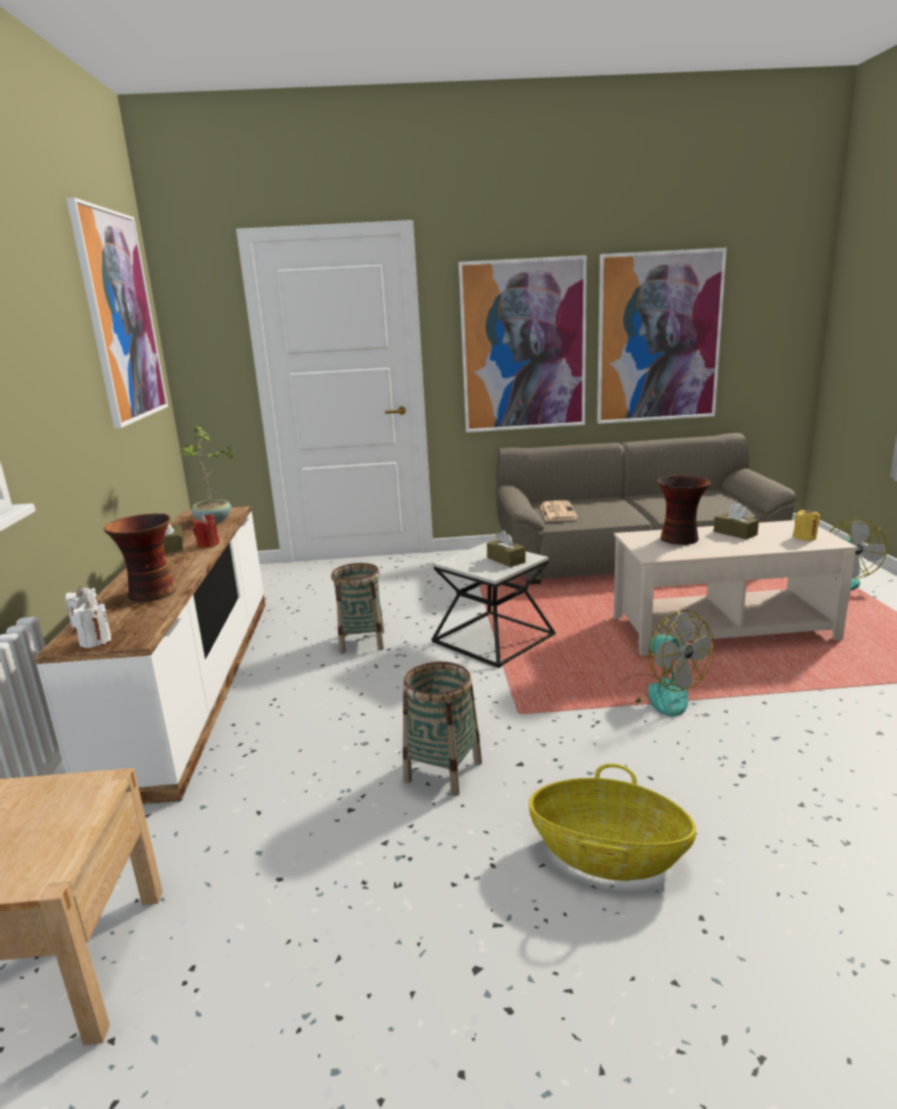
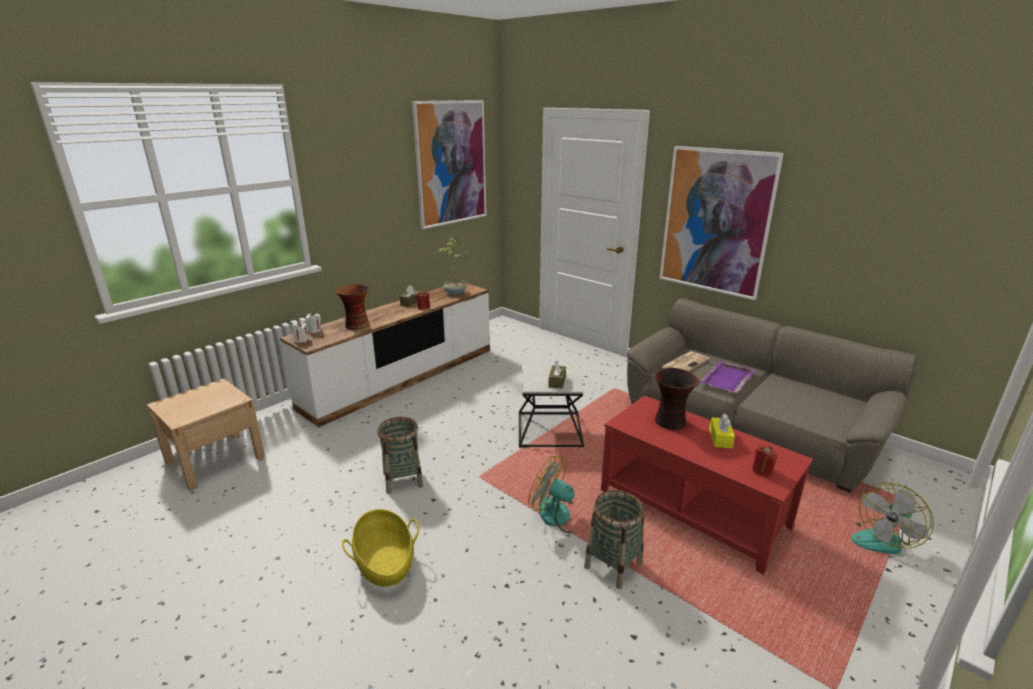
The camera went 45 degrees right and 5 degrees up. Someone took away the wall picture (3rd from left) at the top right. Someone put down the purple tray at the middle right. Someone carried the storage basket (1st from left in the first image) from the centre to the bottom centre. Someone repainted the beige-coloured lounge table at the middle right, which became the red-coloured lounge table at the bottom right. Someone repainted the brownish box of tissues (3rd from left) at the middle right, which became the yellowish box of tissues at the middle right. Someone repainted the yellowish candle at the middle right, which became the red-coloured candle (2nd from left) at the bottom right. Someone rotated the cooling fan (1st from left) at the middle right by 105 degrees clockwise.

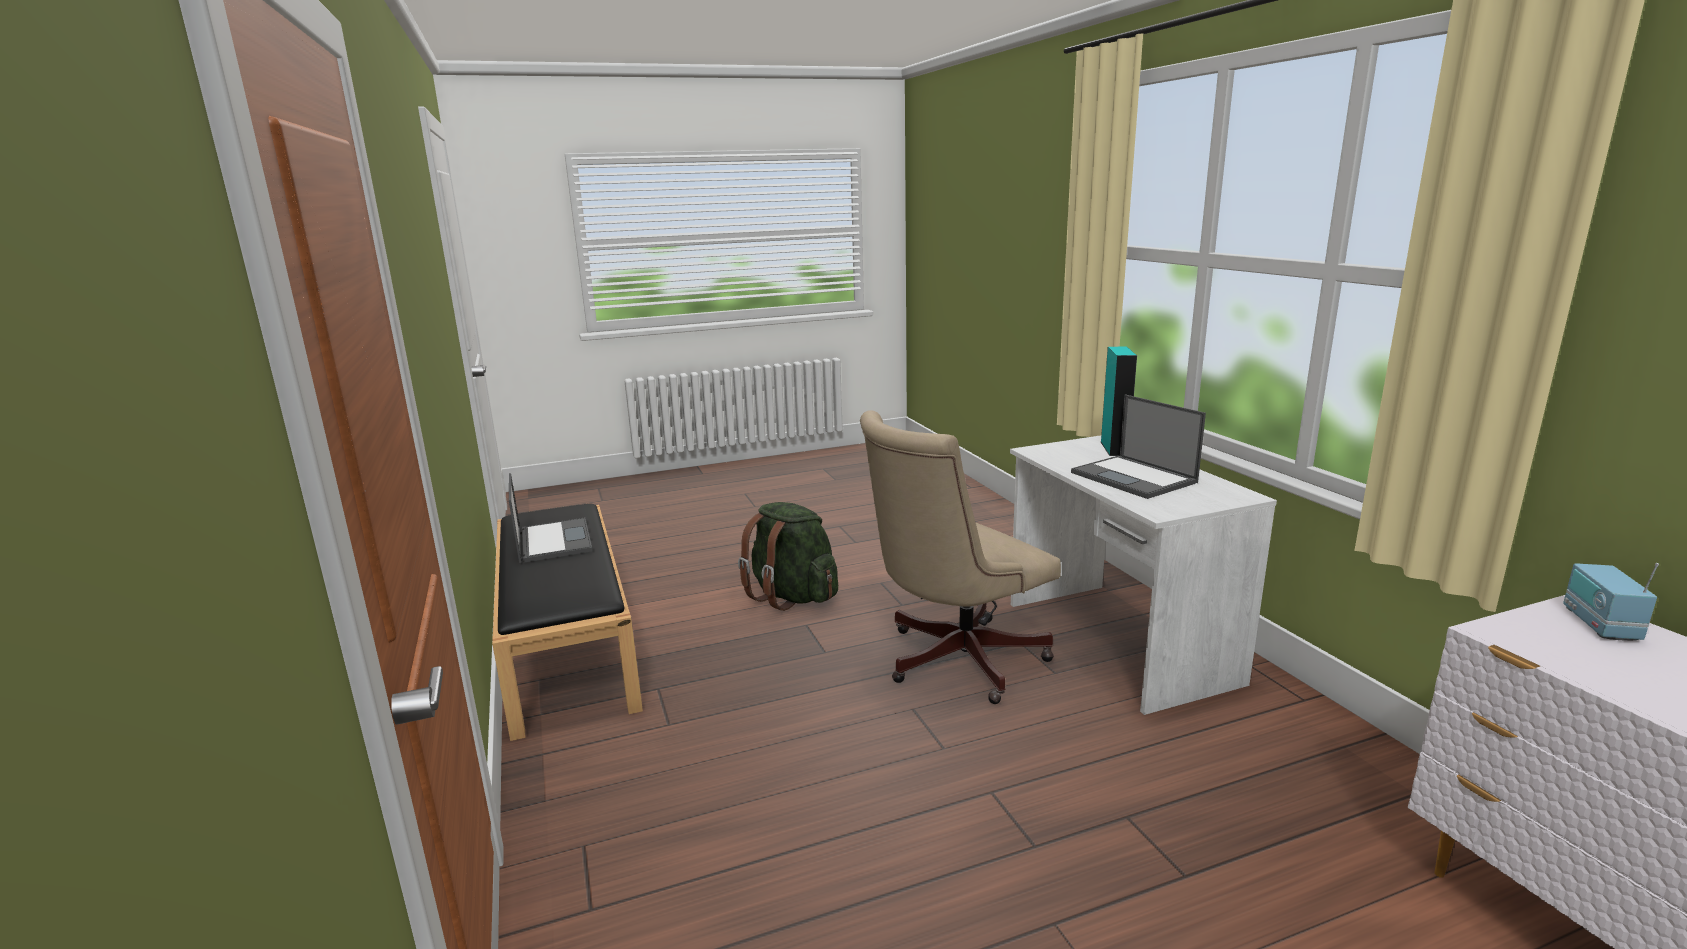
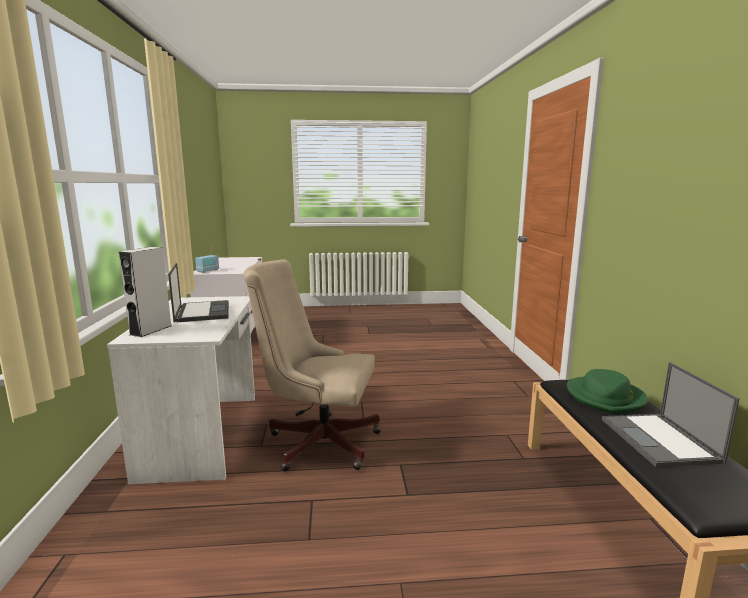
The camera went 165 degrees left and 5 degrees down. Someone took away the green rucksack at the centre. Someone put down the green hat at the middle right. Someone repainted the blue-green speaker at the centre, which became the gray speaker at the middle left. Someone rotated the beige-coloured office chair at the centre by 150 degrees counterclockwise.

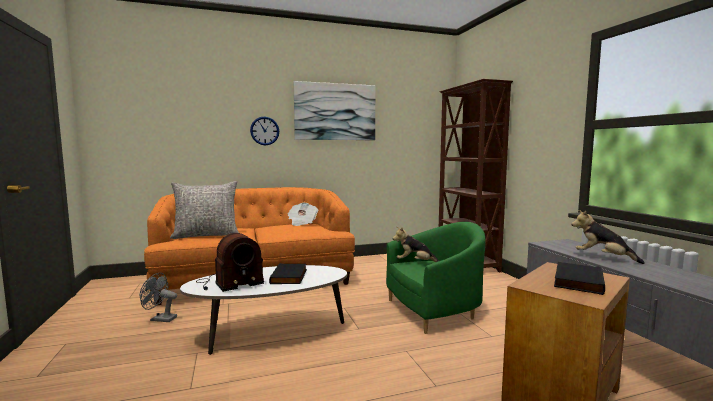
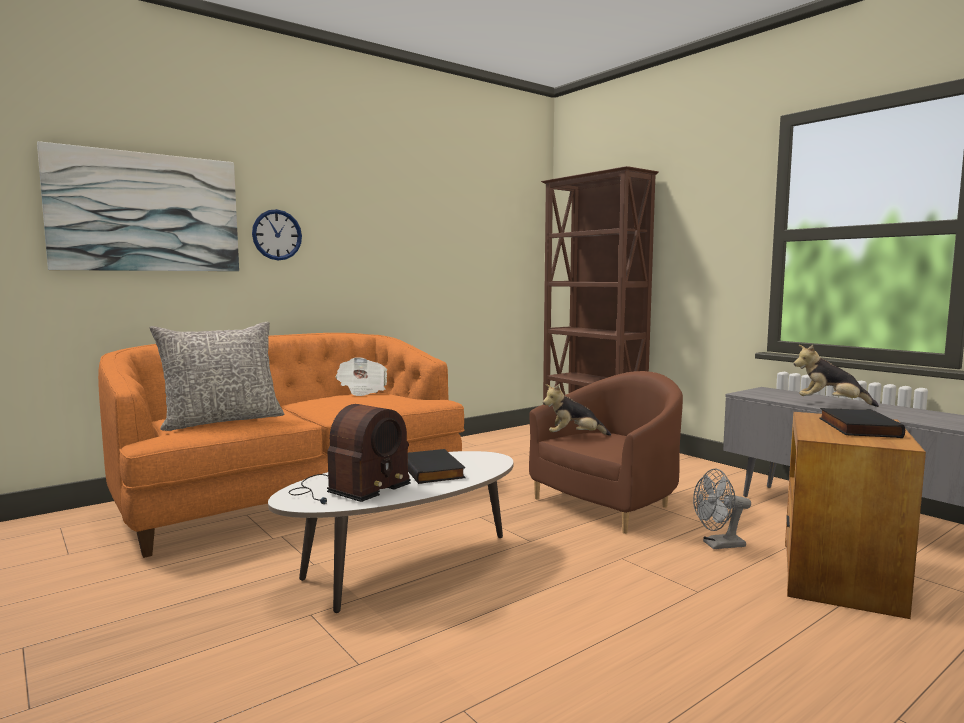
The camera went 20 degrees left and 0 degrees up. Someone carried the gray cooling fan from the bottom left to the bottom right. Someone carried the wall picture from the top centre to the top left. Someone repainted the green armchair at the bottom centre, which became the brownish armchair at the centre.

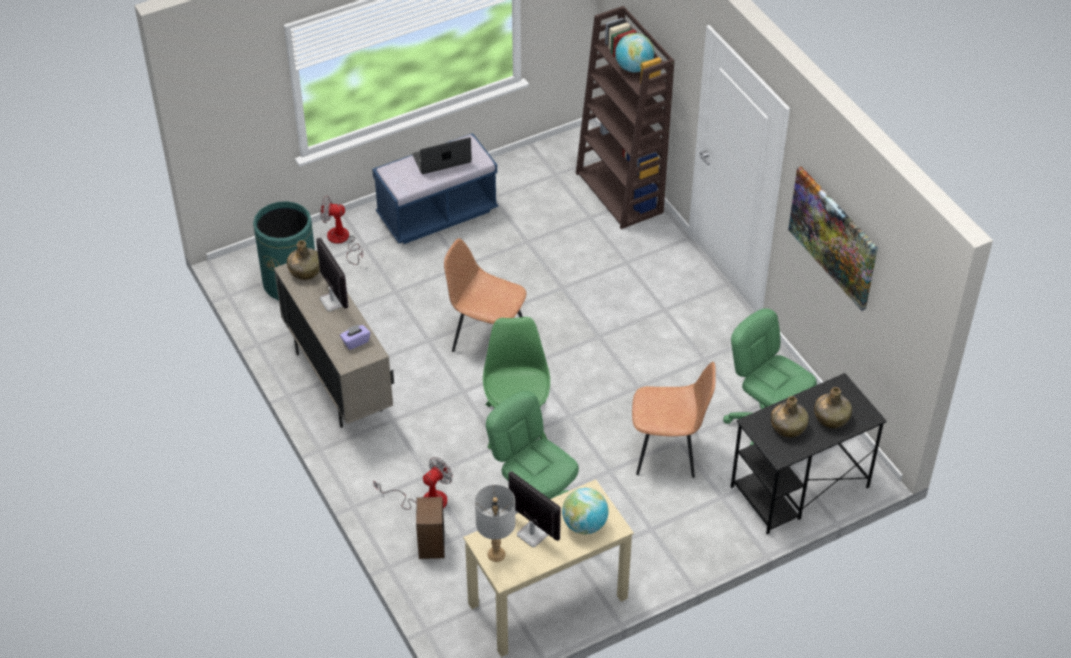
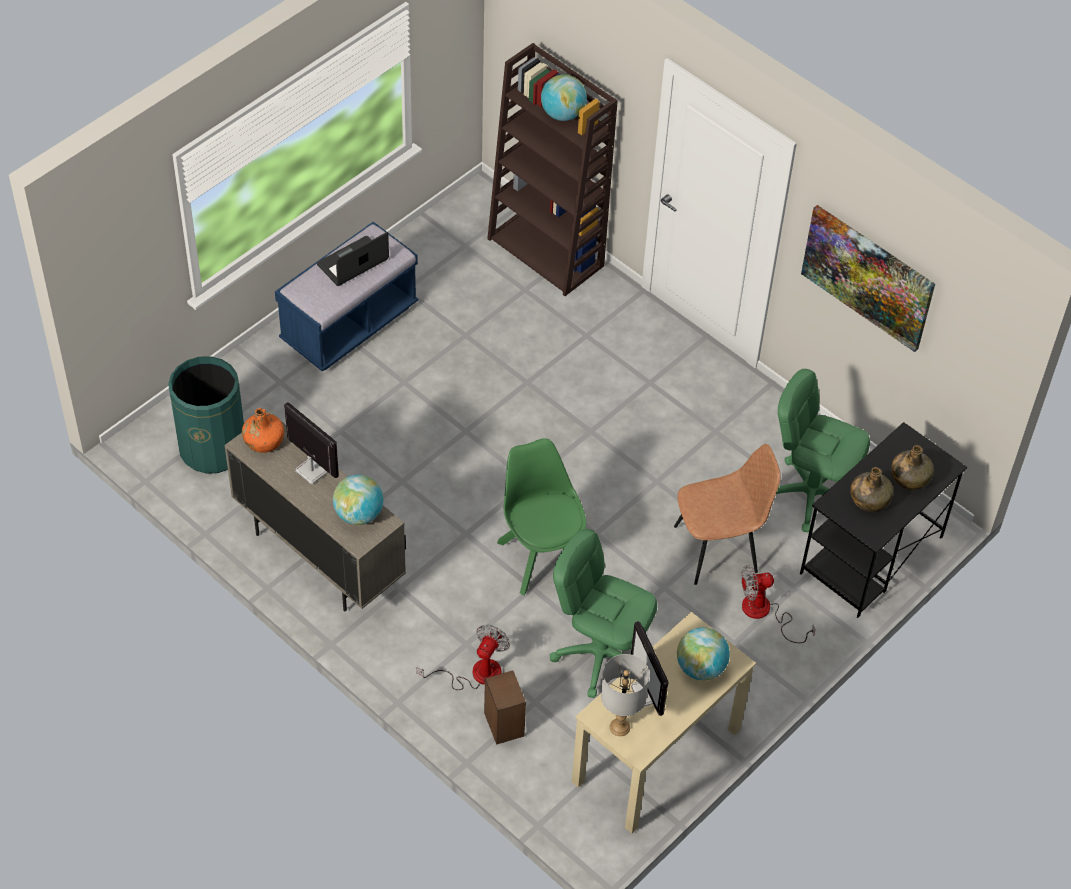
The camera went 20 degrees left and 5 degrees up. Someone took away the brownish plain chair (1st from left) at the centre. Someone carried the cooling fan (1st from left in the first image) from the middle left to the bottom right. Someone swapped the purple box of tissues at the middle left for the world globe (1st from left) at the centre. Someone repainted the green drink bottle (1st from left) at the middle left, which became the orangey drink bottle at the middle left. Someone rotated the monitor (2nd from left) at the bottom centre by 135 degrees counterclockwise.

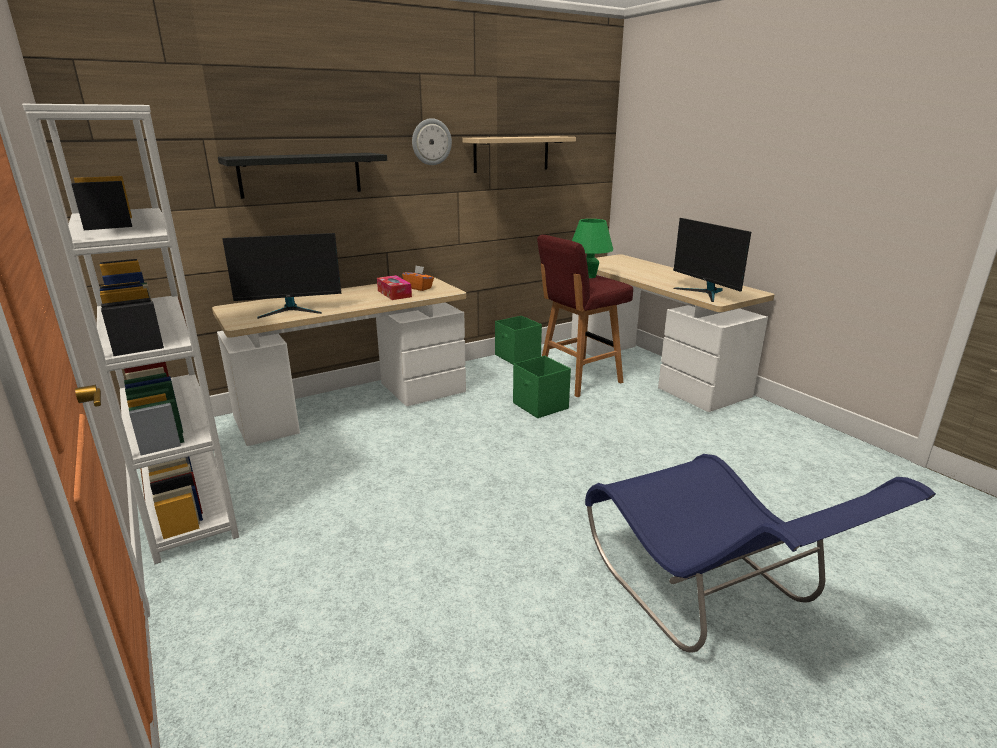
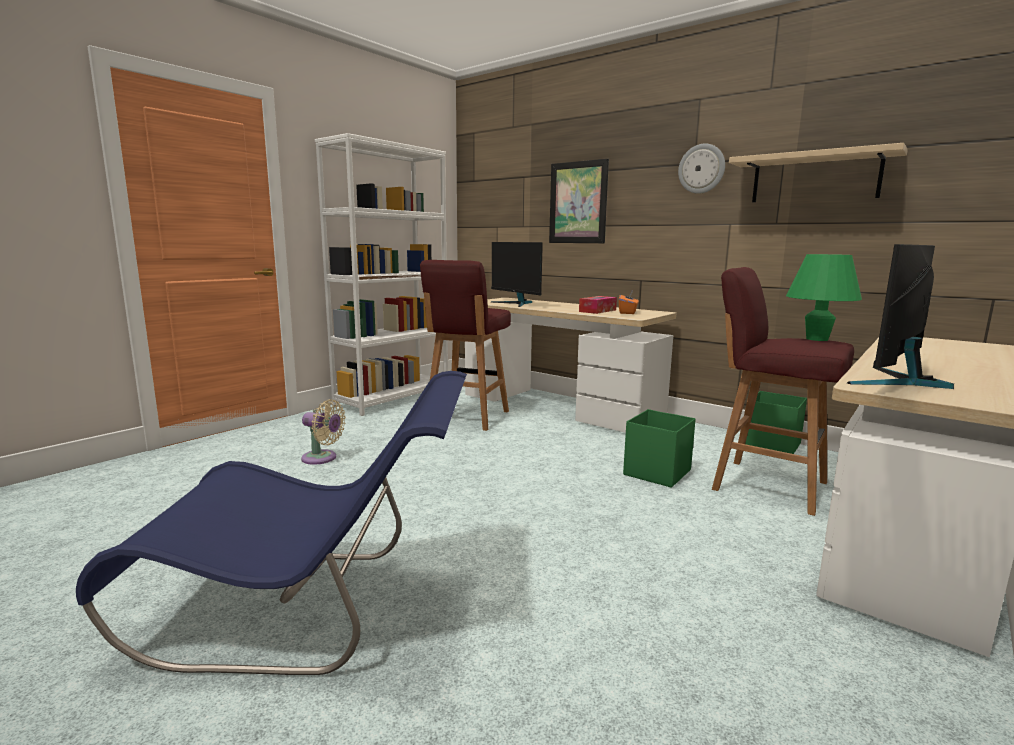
The camera went 70 degrees right and 10 degrees down. Someone put down the beige-coloured cooling fan at the middle left. Someone put down the red-coloured stool seat (1st from left) at the centre. Someone swapped the blackish bracket shelf at the top left for the wall picture at the top centre. Someone rotated the blue-coloured plain chair at the bottom right by 135 degrees counterclockwise.

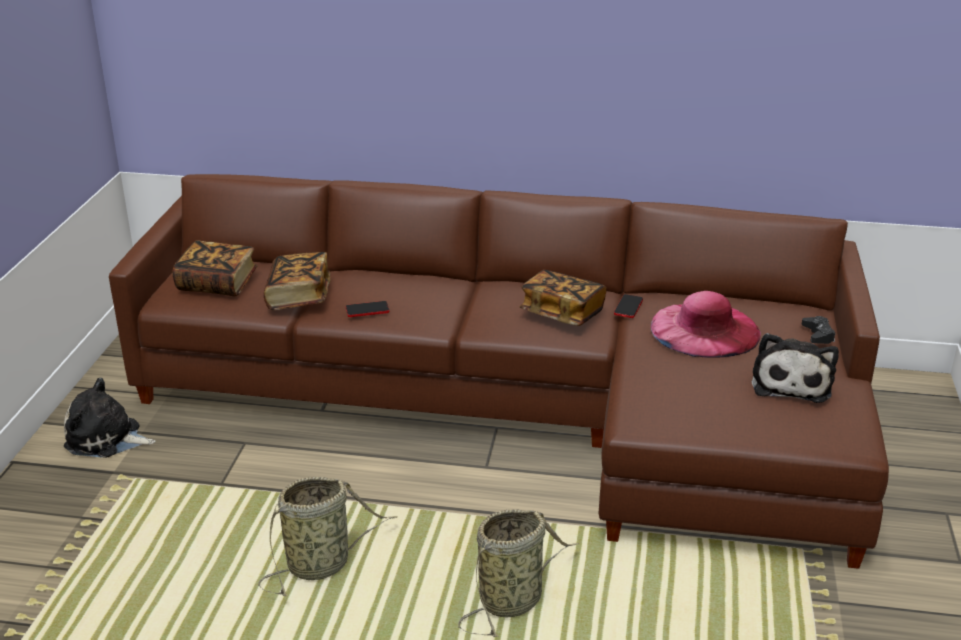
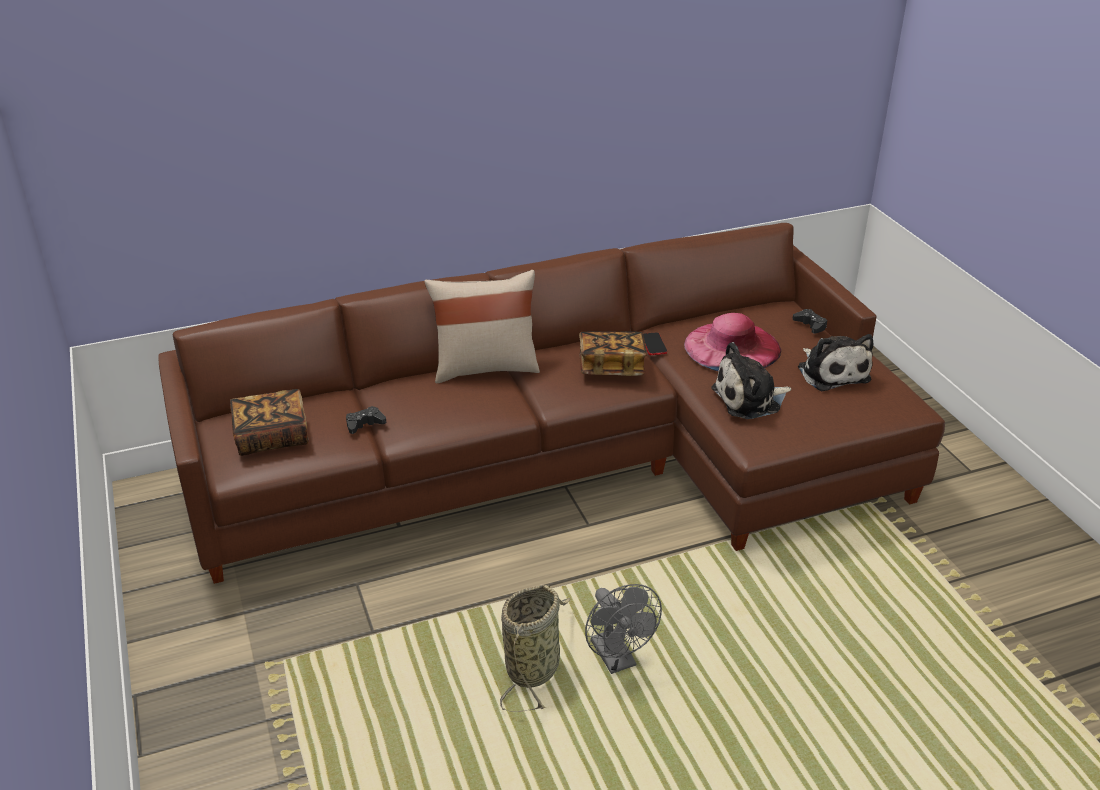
The camera went 30 degrees left and 5 degrees up. Someone took away the phone (1st from left) at the centre. Someone took away the storage basket (2nd from left) at the bottom centre. Someone put down the beige-coloured throw pillow at the centre. Someone put down the gray cooling fan at the bottom centre. Someone carried the soft toy (1st from left) from the middle left to the middle right. Someone swapped the volume (2nd from left) at the middle left for the blackish gamepad (1st from left) at the middle left.

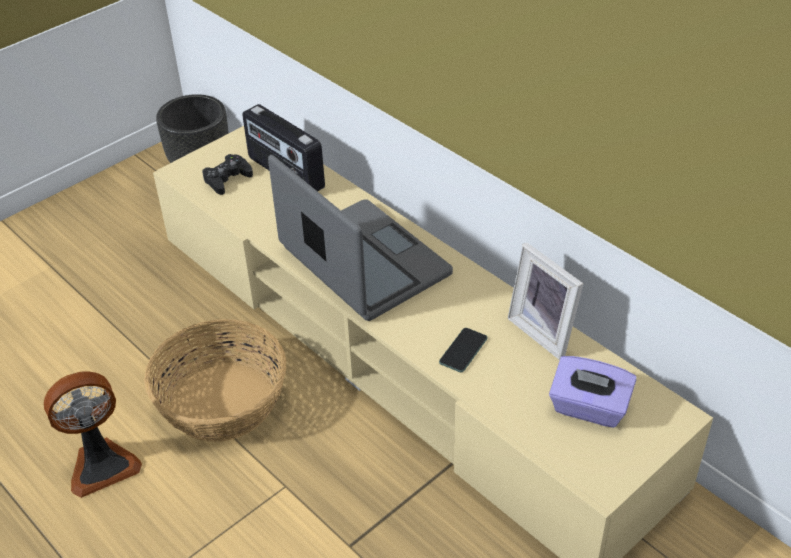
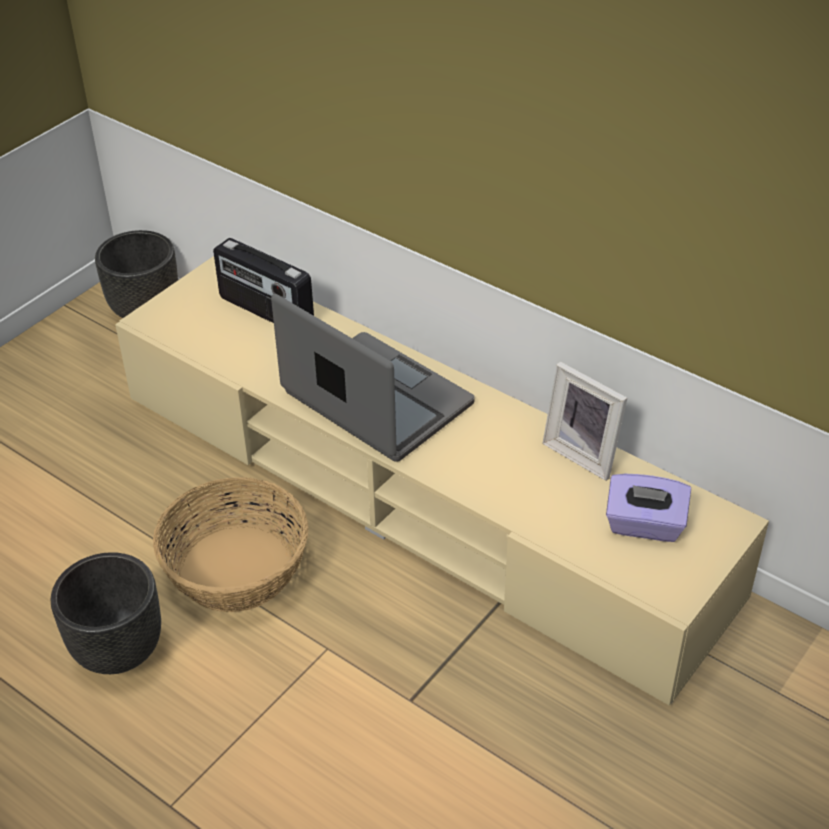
The camera went 10 degrees left and 0 degrees up. Someone took away the blackish gamepad at the top left. Someone took away the phone at the centre. Someone swapped the cooling fan at the bottom left for the blackish flower pot (1st from left) at the bottom left.

